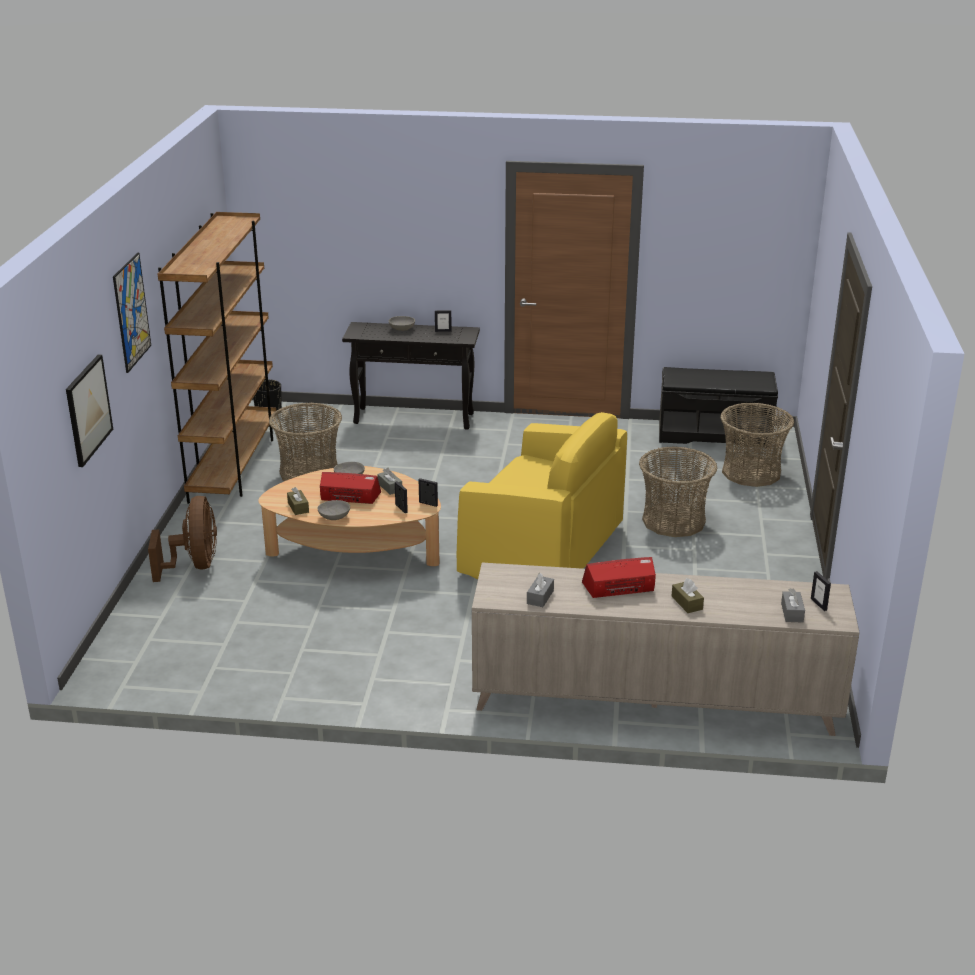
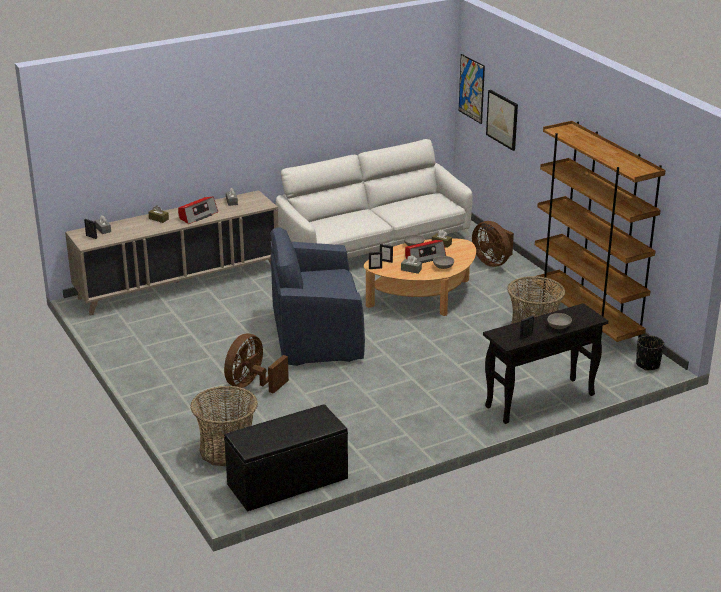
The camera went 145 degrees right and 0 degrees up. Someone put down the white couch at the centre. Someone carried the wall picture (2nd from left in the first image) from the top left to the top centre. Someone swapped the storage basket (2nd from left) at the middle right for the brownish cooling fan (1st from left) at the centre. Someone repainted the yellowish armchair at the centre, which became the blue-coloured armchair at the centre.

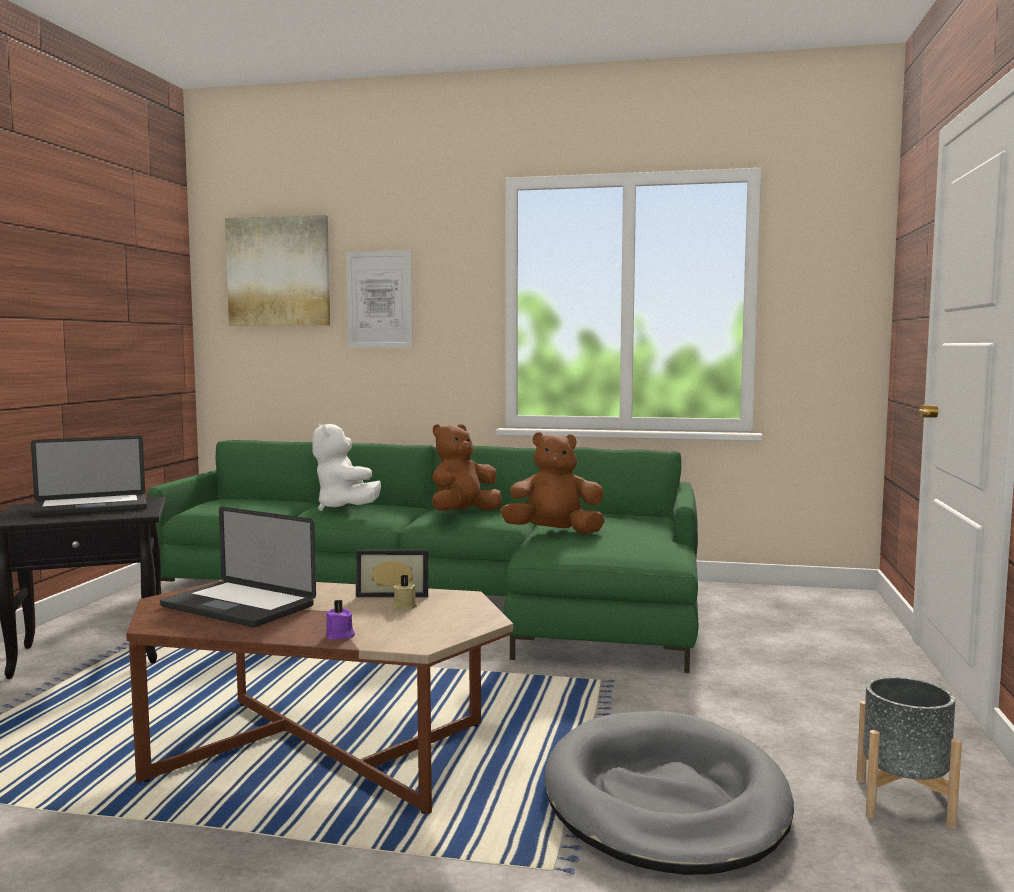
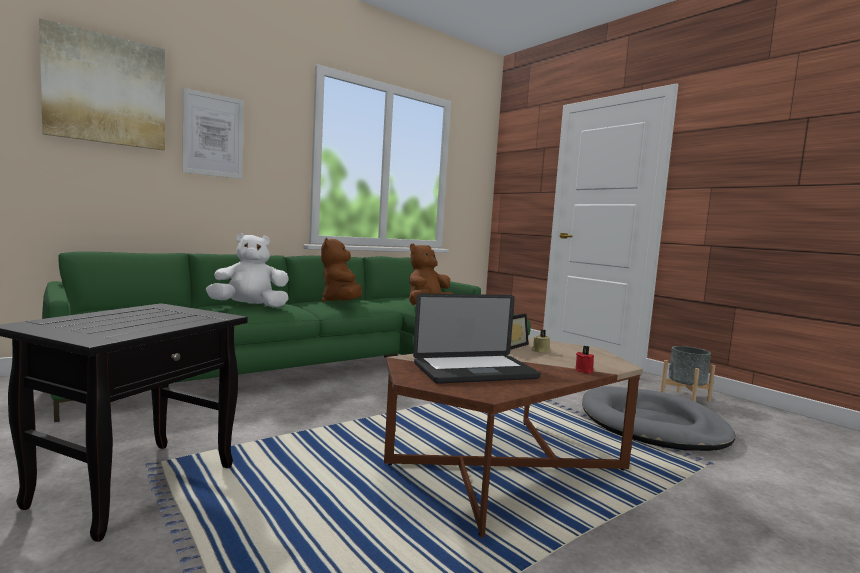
The camera went 50 degrees left and 0 degrees up. Someone took away the portable computer (1st from left) at the middle left. Someone repainted the purple candle at the bottom centre, which became the red-coloured candle at the middle right. Someone rotated the white soft toy at the centre by 150 degrees clockwise.

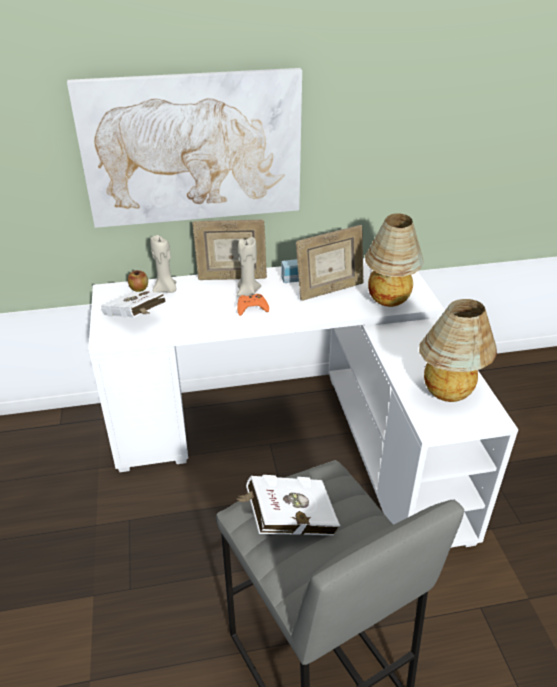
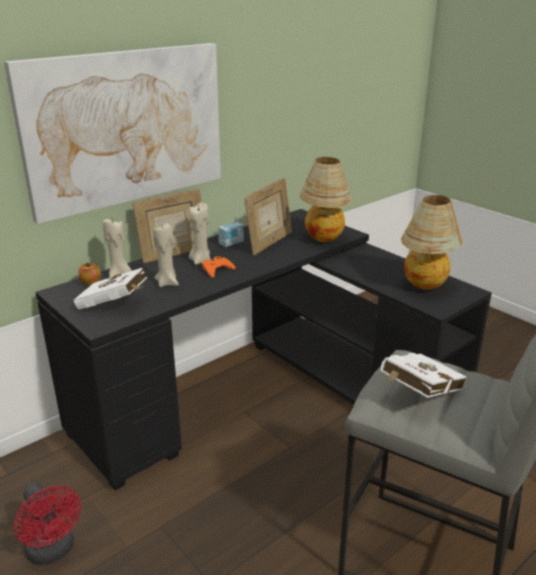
The camera went 30 degrees left and 10 degrees down. Someone put down the red-coloured cooling fan at the bottom left. Someone put down the beige-coloured candle (2nd from left) at the middle left. Someone repainted the white desk unit at the centre, which became the blackish desk unit at the centre.

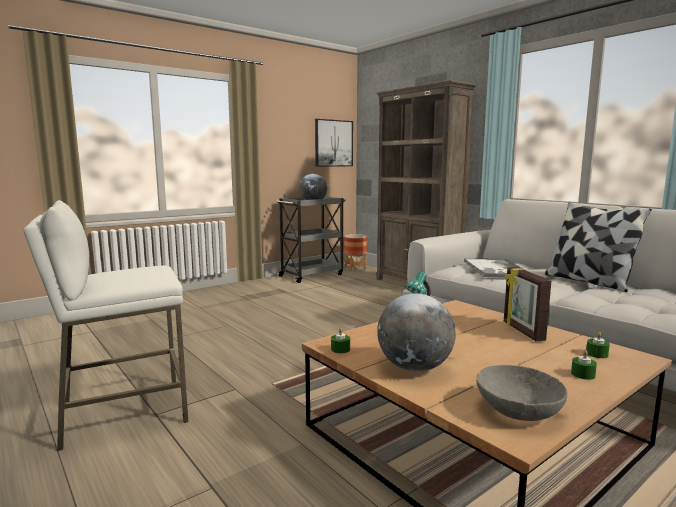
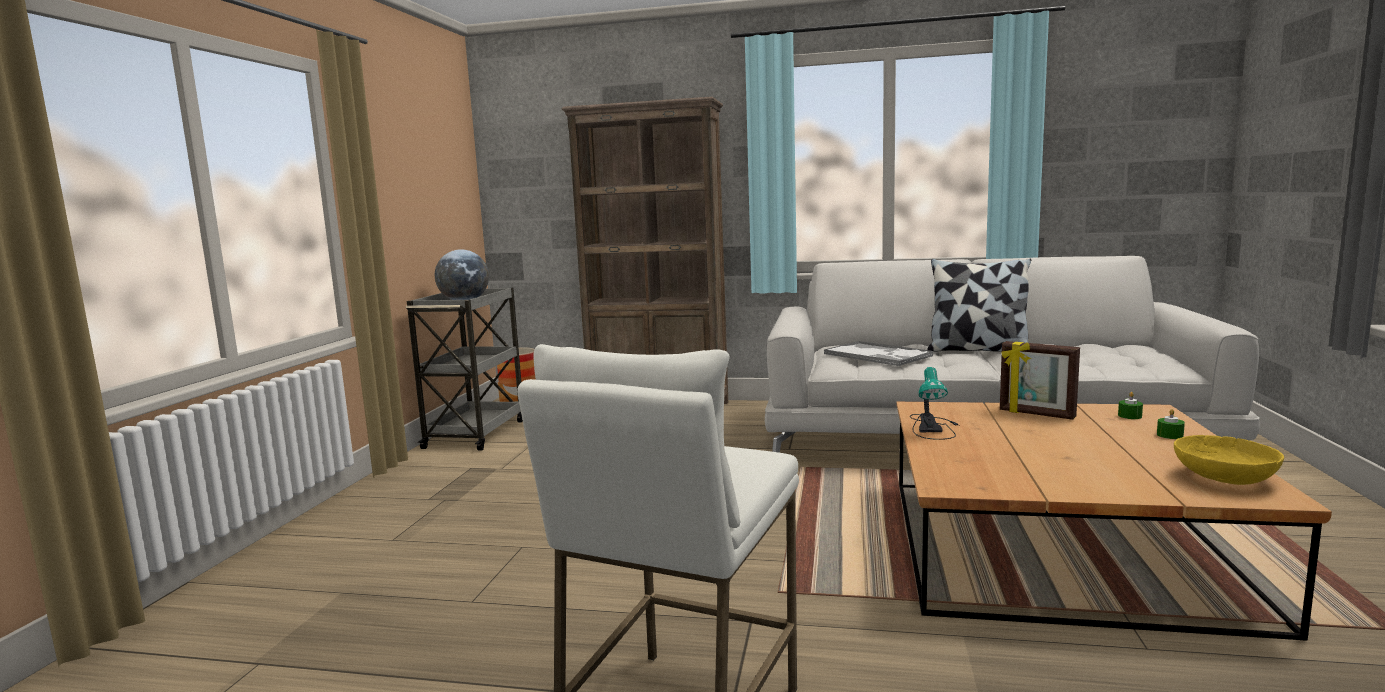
The camera went 40 degrees left and 0 degrees up. Someone took away the wall picture at the top centre. Someone took away the green candle (1st from left) at the bottom centre. Someone took away the world globe (2nd from left) at the centre. Someone repainted the gray bowl at the bottom right, which became the yellowish bowl at the middle right.

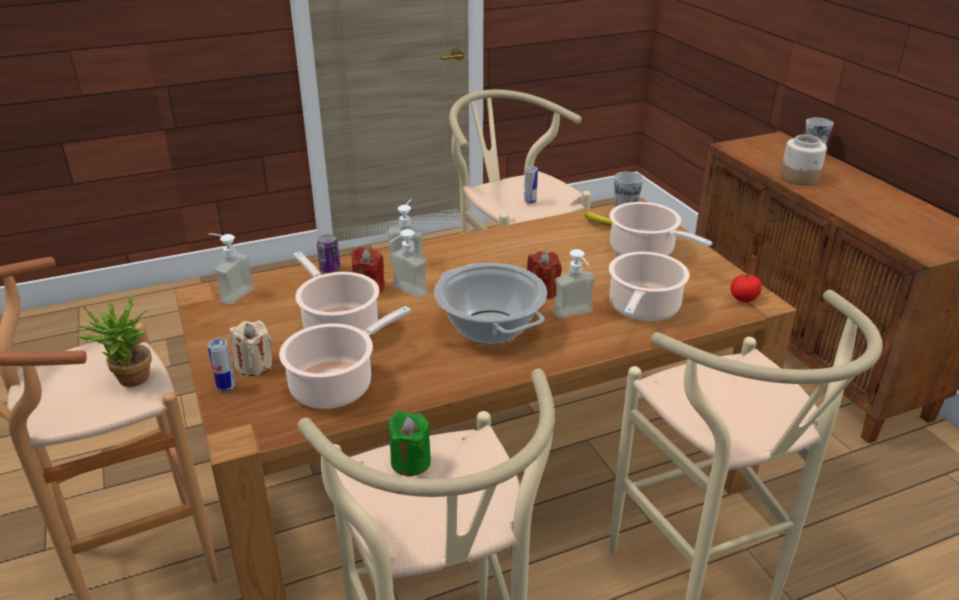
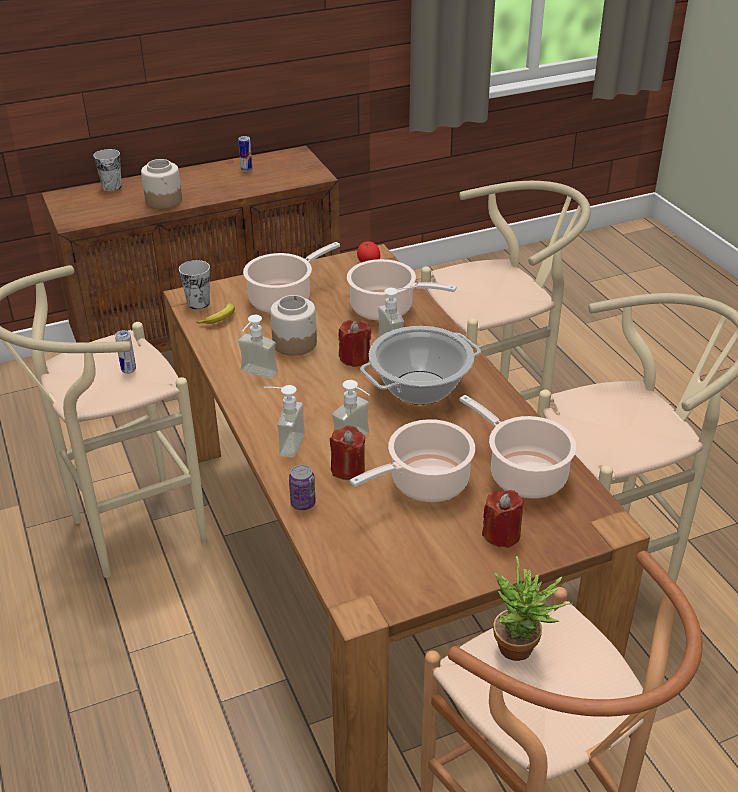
The camera went 90 degrees left and 5 degrees up. Someone took away the green candle at the bottom centre. Someone put down the preserve jar (2nd from left) at the centre. Someone carried the soap dispenser (1st from left) from the middle left to the centre. Someone carried the metal can (1st from left in the first image) from the middle left to the top left. Someone repainted the beige-coloured candle at the middle left, which became the red-coloured candle (3rd from left) at the middle right.

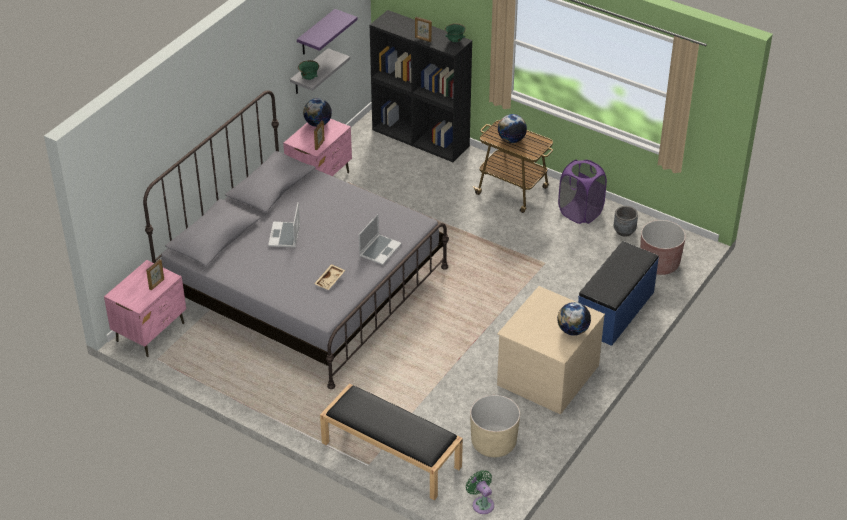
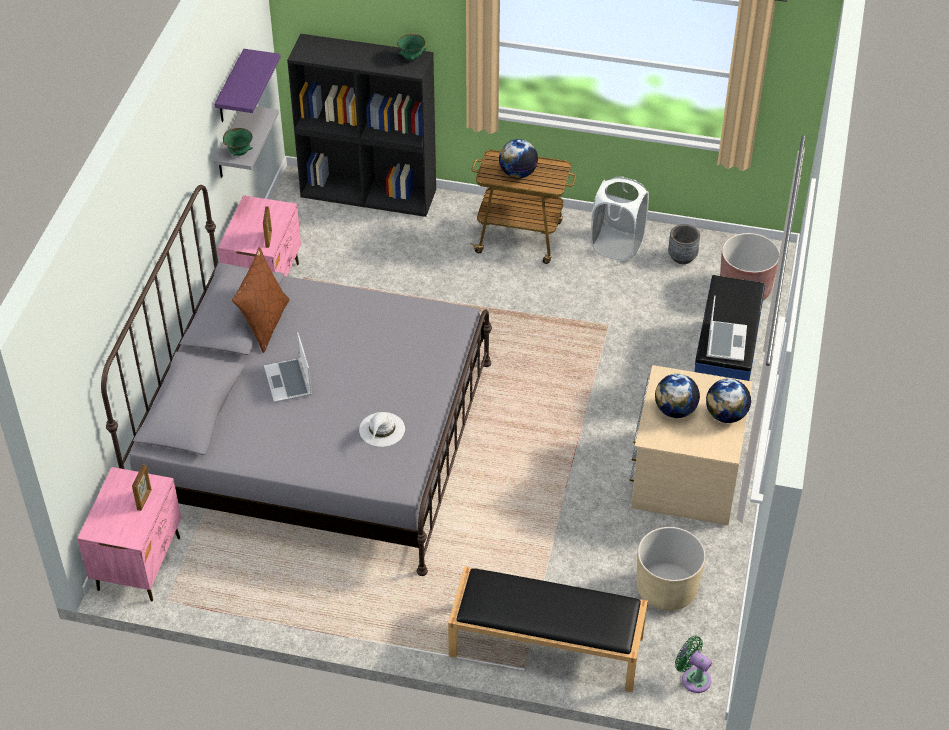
The camera went 20 degrees left and 5 degrees up. Someone took away the standing frame (3rd from left) at the top centre. Someone put down the brownish throw pillow at the middle left. Someone carried the world globe (1st from left in the first image) from the top centre to the middle right. Someone carried the portable computer (2nd from left) from the centre to the middle right. Someone swapped the beige-coloured tray at the centre for the white hat at the centre. Someone repainted the purple hamper at the middle right, which became the white hamper at the top centre.

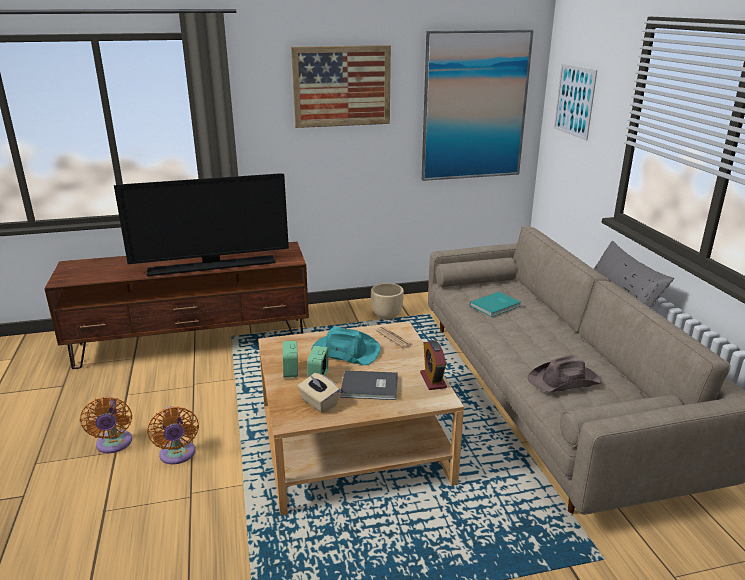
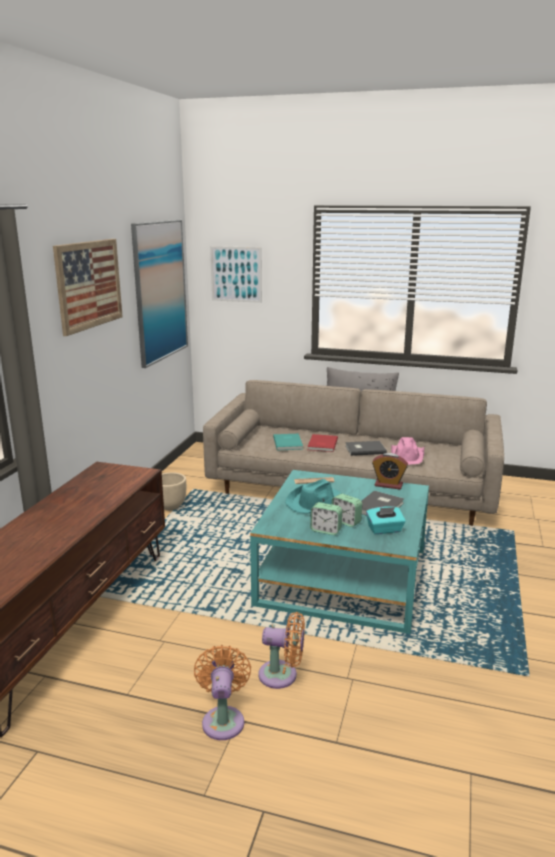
The camera went 60 degrees left and 5 degrees down. Someone took away the TV set at the middle left. Someone put down the red-coloured volume at the centre. Someone put down the gray volume (1st from left) at the centre. Someone repainted the beige-coloured lounge table at the bottom centre, which became the blue-green lounge table at the centre. Someone repainted the beige-coloured box of tissues at the bottom centre, which became the blue-green box of tissues at the middle right. Someone repainted the brownish hat at the middle right, which became the pinkish hat at the middle right. Someone rotated the orangey cooling fan (1st from left) at the bottom left by 105 degrees counterclockwise.

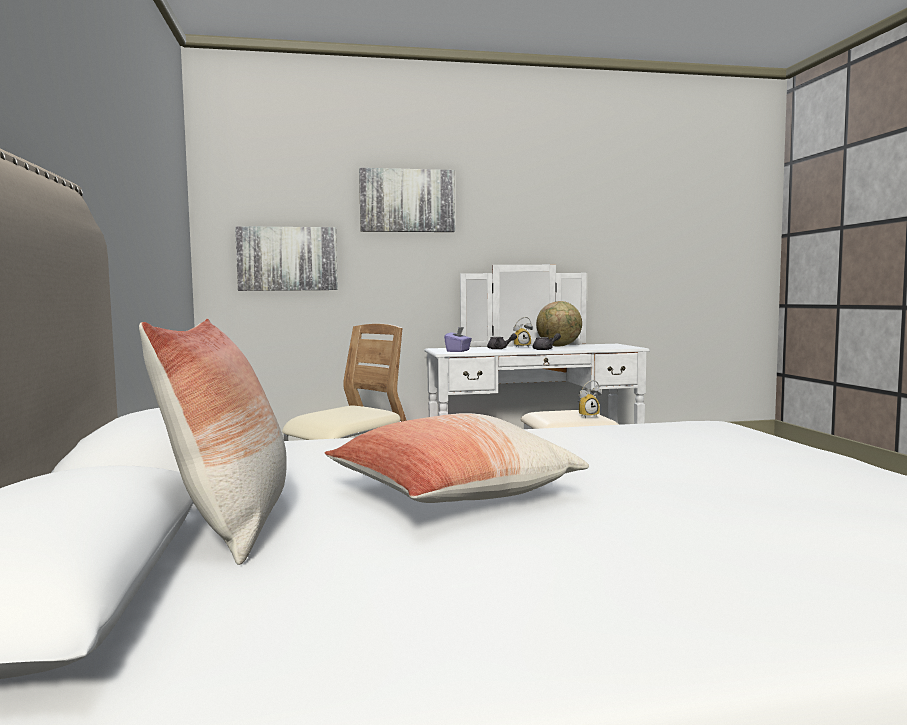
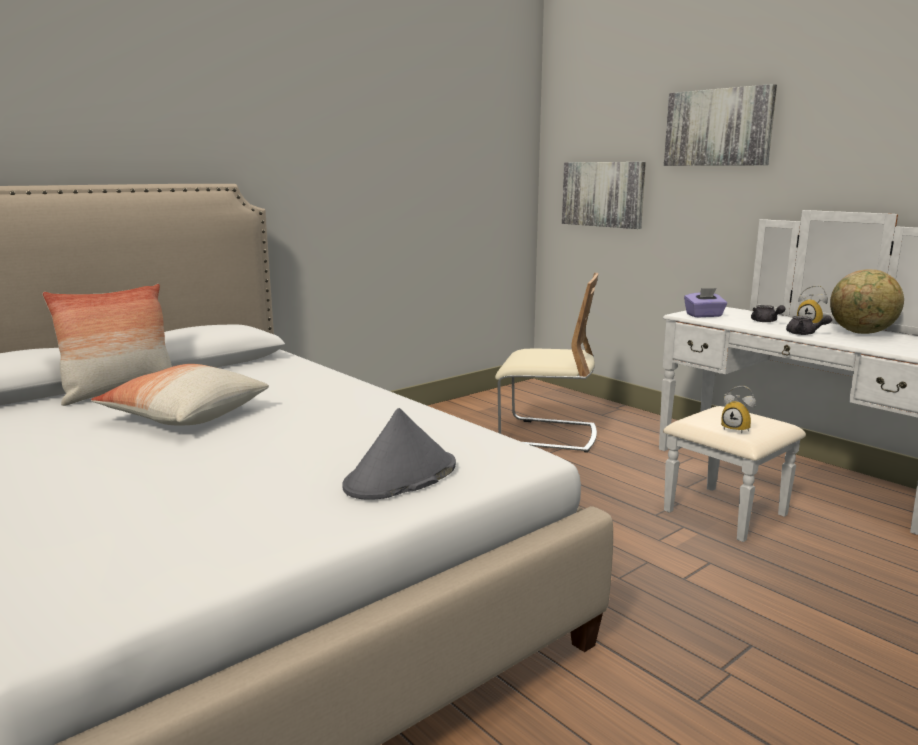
The camera went 60 degrees right and 10 degrees up. Someone put down the gray hat at the centre.

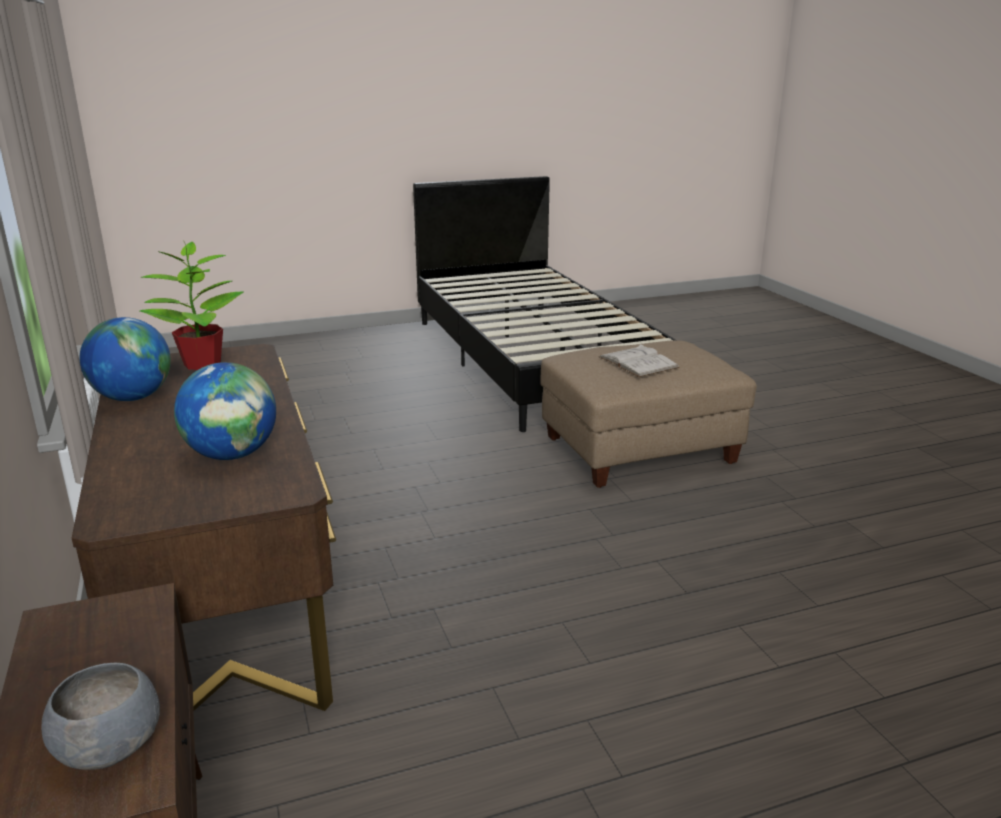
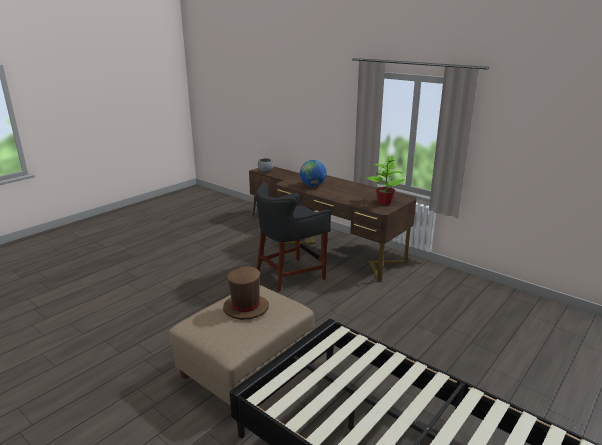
The camera went 150 degrees right and 0 degrees up. Someone took away the world globe (1st from left) at the middle left. Someone put down the blackish stool seat at the centre. Someone swapped the white volume at the centre for the brownish hat at the centre.

